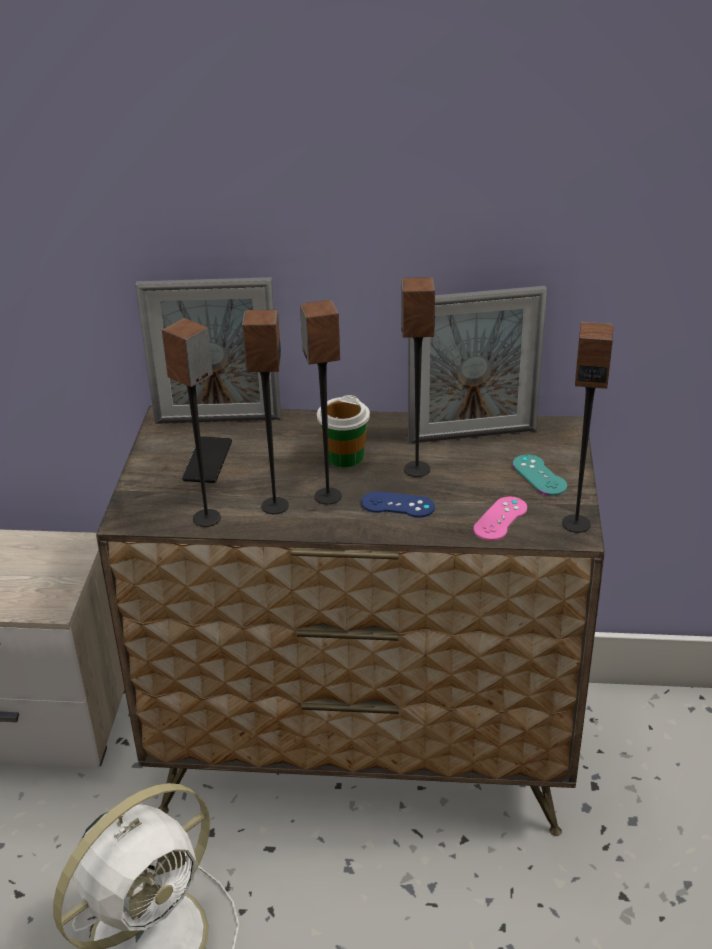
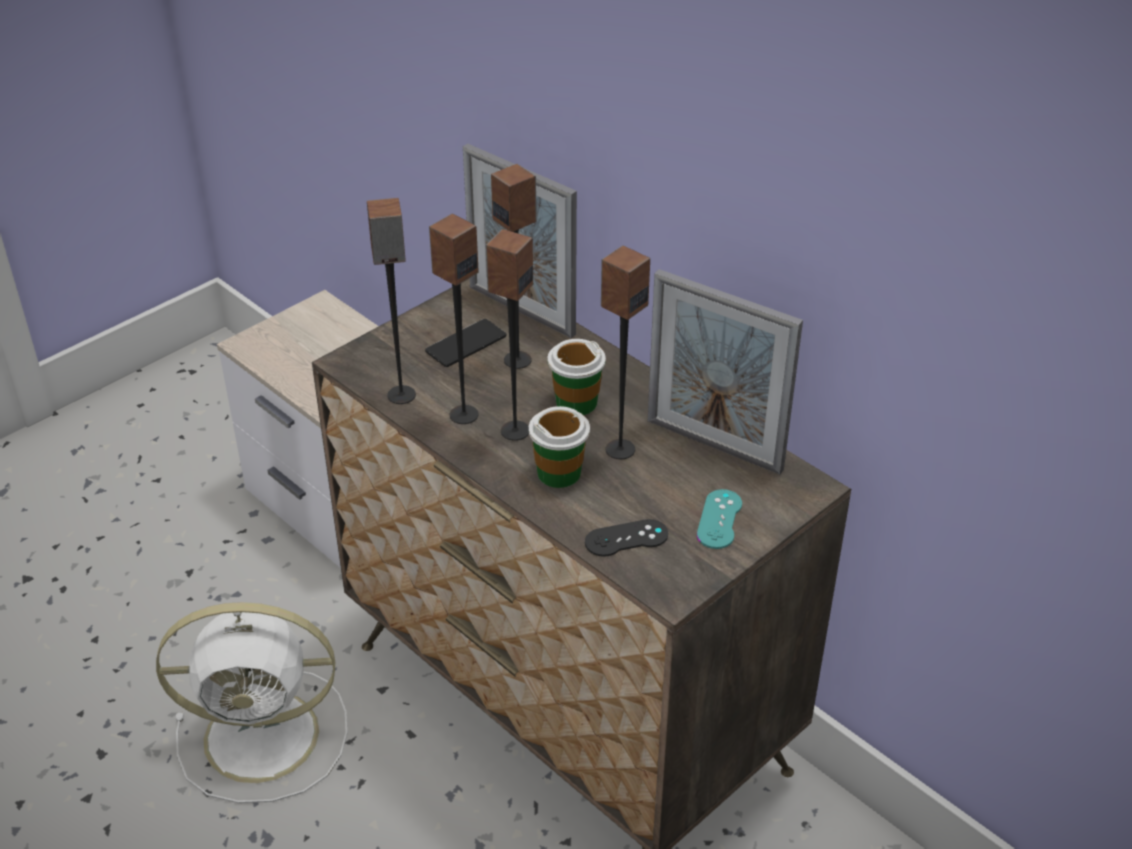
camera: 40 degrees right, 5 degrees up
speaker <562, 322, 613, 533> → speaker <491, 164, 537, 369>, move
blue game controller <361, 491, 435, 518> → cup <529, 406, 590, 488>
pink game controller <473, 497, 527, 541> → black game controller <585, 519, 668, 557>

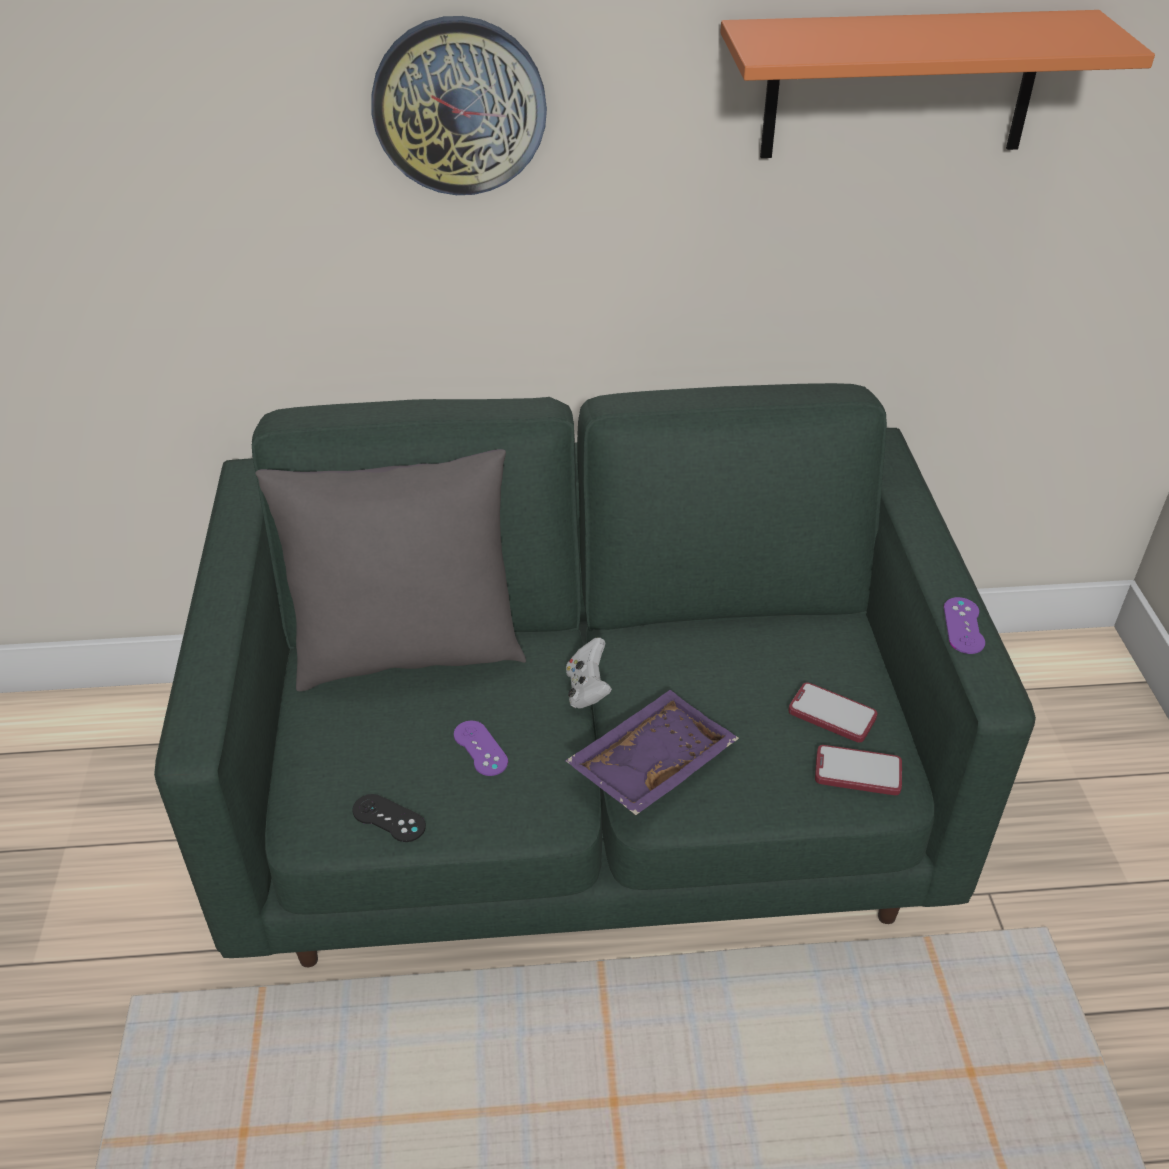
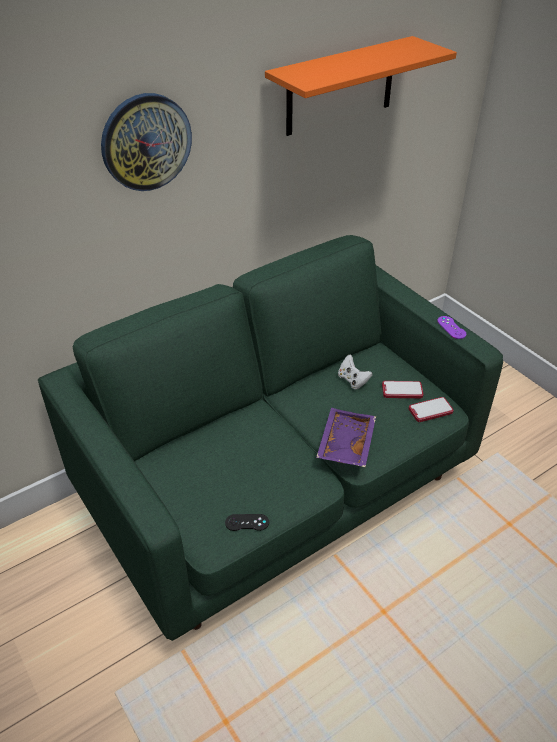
camera: 30 degrees left, 0 degrees up
white game controller <566, 638, 612, 709> → white game controller <338, 354, 373, 389>, move
grey pillow <255, 449, 526, 691> → -
purple game controller <454, 721, 508, 776> → -

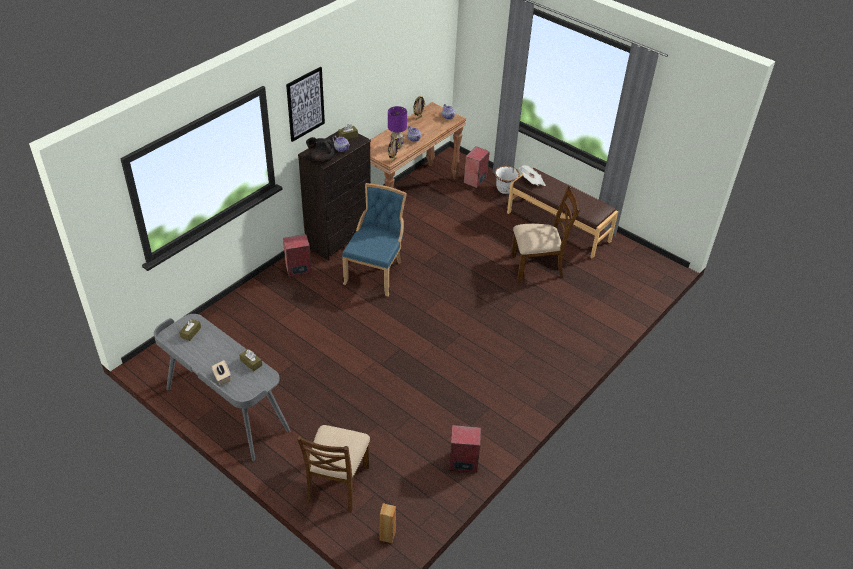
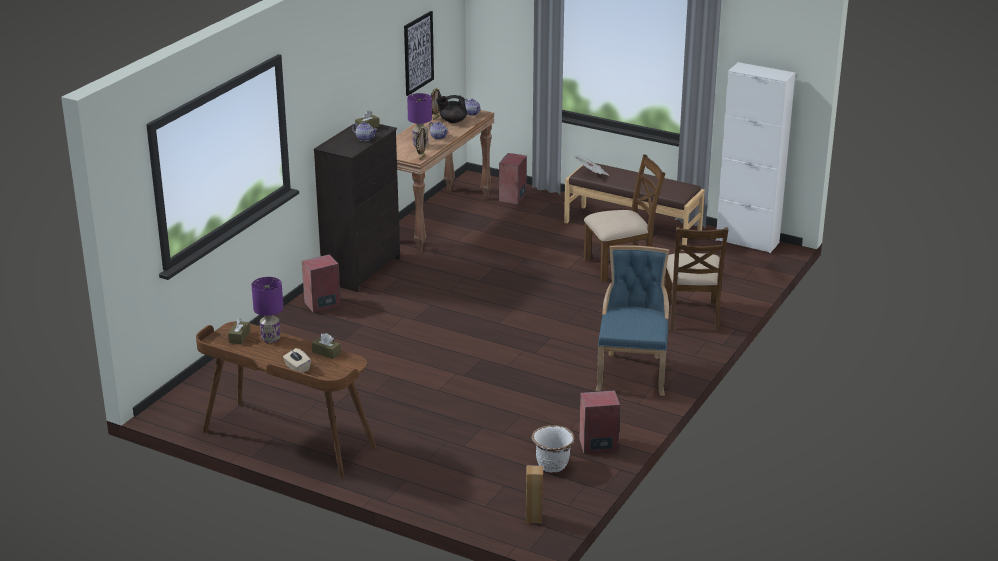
camera: 10 degrees left, 15 degrees down
grey desk <154, 314, 290, 461> → brown desk <196, 321, 377, 479>
- → purple table lamp <251, 277, 284, 343>
picture <286, 67, 325, 142> → picture <404, 11, 434, 96>, move
black teapot <306, 137, 335, 163> → black teapot <436, 95, 467, 123>, move
white planter <495, 166, 520, 194> → white planter <532, 425, 575, 473>, move
blue chair <342, 183, 407, 297> → blue chair <596, 245, 669, 396>, move
brown chair <297, 425, 370, 513> → brown chair <665, 227, 728, 331>, move
- → white cabinet <716, 62, 795, 253>

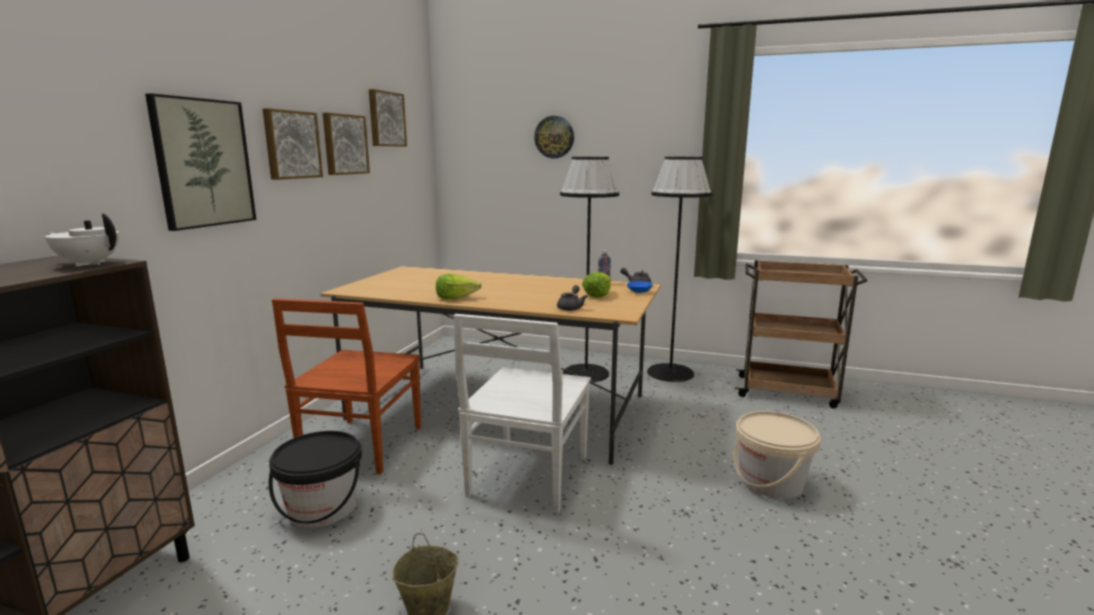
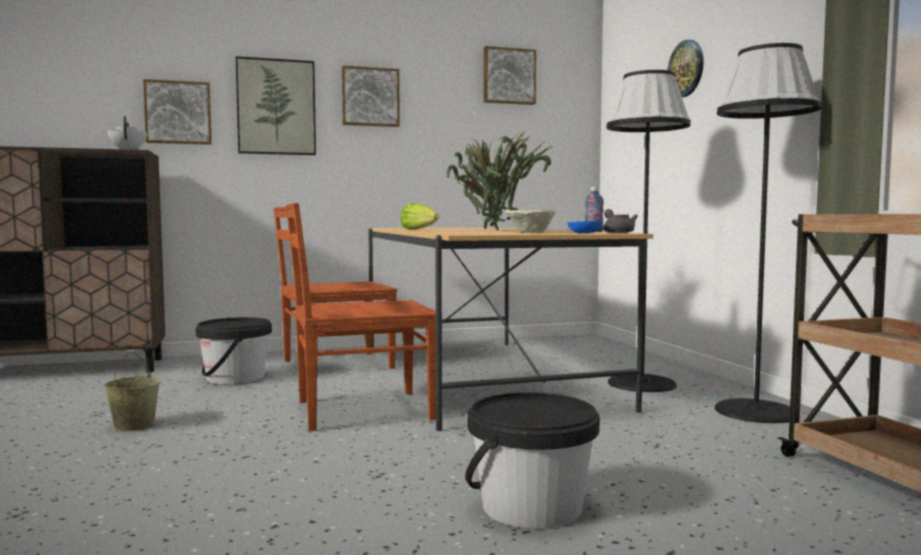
camera: 55 degrees right, 10 degrees down
picture <323, 113, 370, 175> → picture <143, 79, 212, 145>, move
white chair <454, 314, 591, 513> → brown chair <286, 203, 436, 431>
- → potted plant <447, 130, 554, 230>
beige bucket <733, 411, 821, 499> → black bucket <465, 392, 600, 529>
lettuce <582, 272, 611, 298> → beige bowl <505, 209, 556, 233>
grey teapot <557, 285, 588, 311> → -

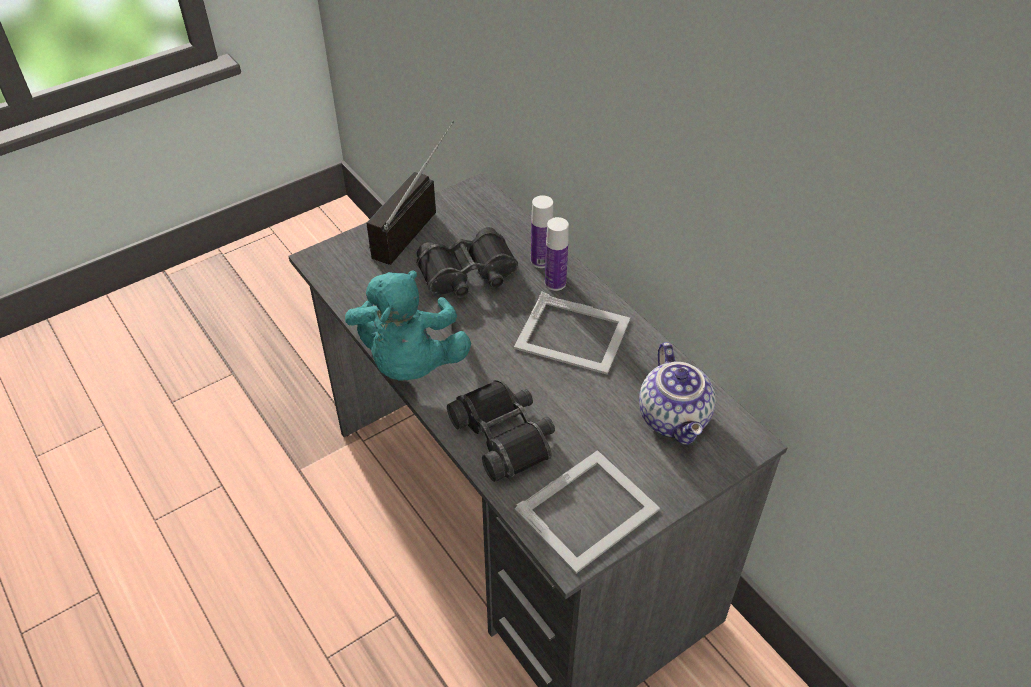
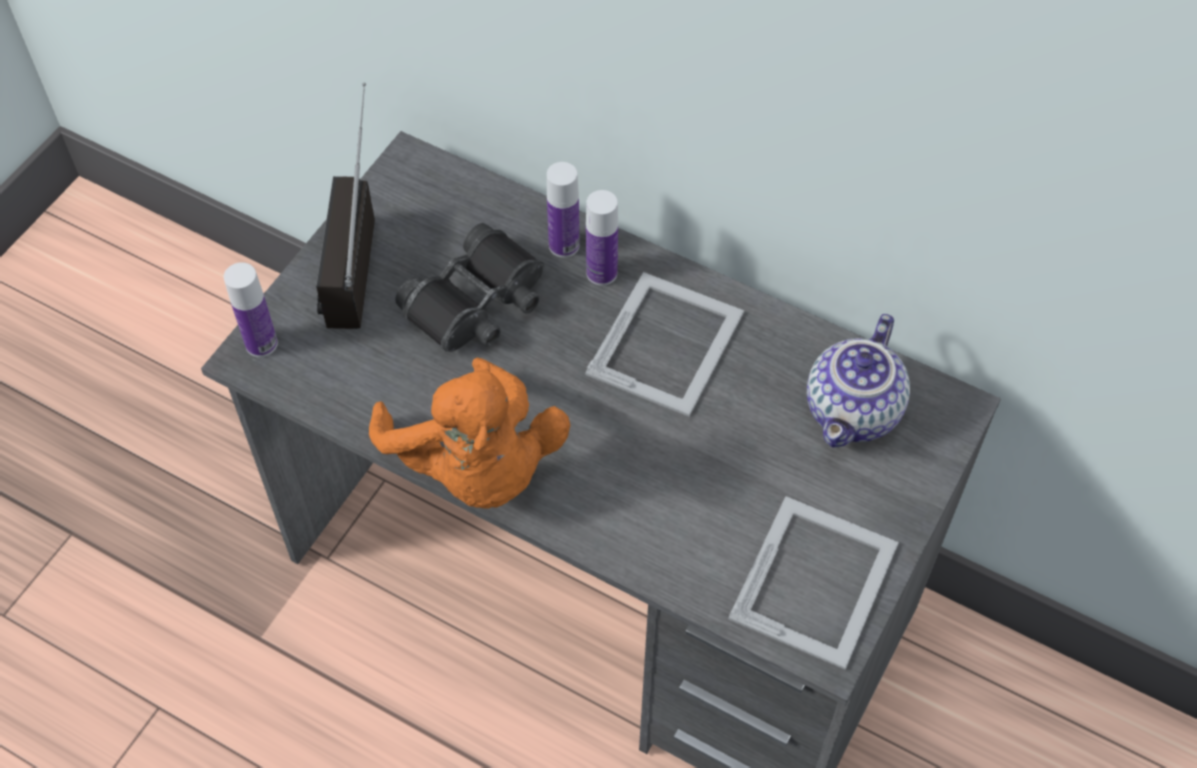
camera: 25 degrees left, 10 degrees up
- → bottle <224, 262, 278, 357>
turquoise plush toy <345, 270, 471, 381> → orange plush toy <369, 358, 570, 509>
picture frame <514, 291, 630, 375> → picture frame <585, 272, 744, 417>, 60 degrees counterclockwise
teapot <639, 342, 716, 445> → teapot <807, 314, 910, 448>, 60 degrees clockwise
black binoculars <447, 379, 555, 482> → -

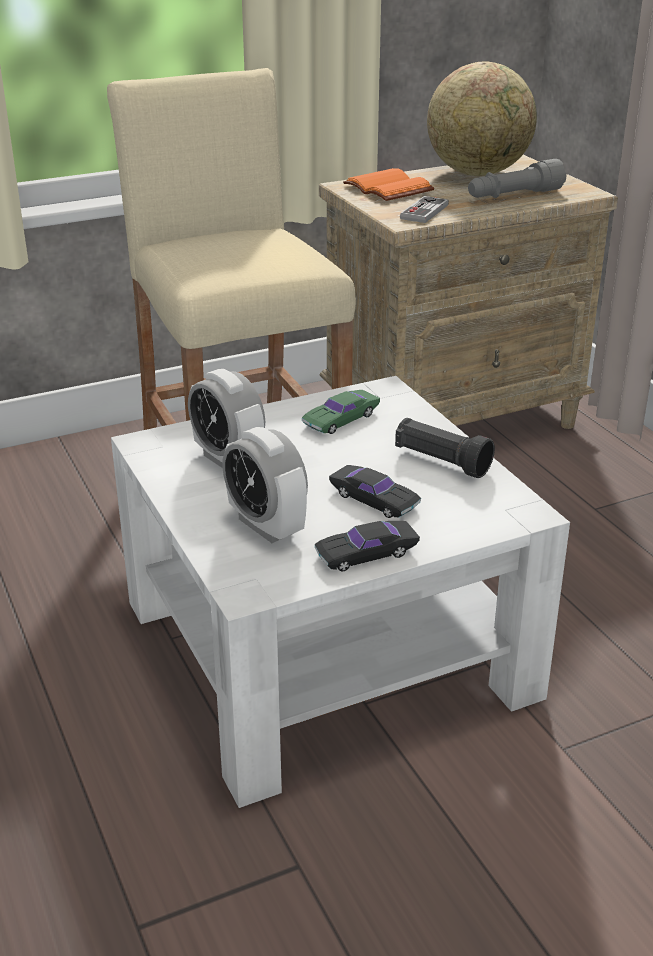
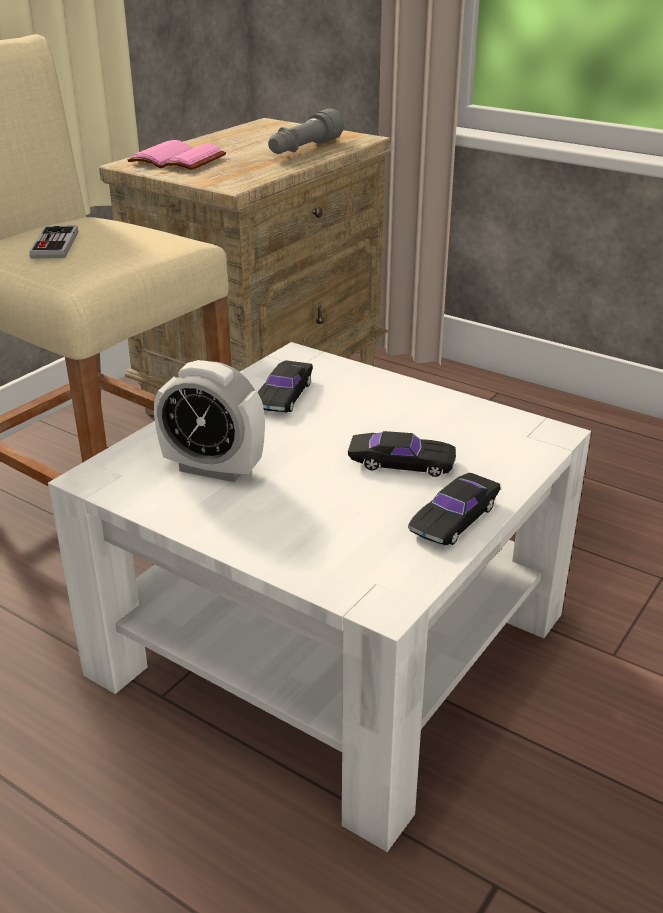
camera: 30 degrees left, 0 degrees up
game controller <400, 196, 449, 223> → game controller <29, 226, 78, 259>, move
orange book <343, 168, 435, 201> → pink book <128, 140, 226, 170>
green toy car <302, 390, 380, 434> → black toy car <258, 360, 313, 413>
alarm clock <222, 427, 308, 543> → -
black flashlight <395, 418, 495, 478> → -
globe <427, 61, 537, 176> → -

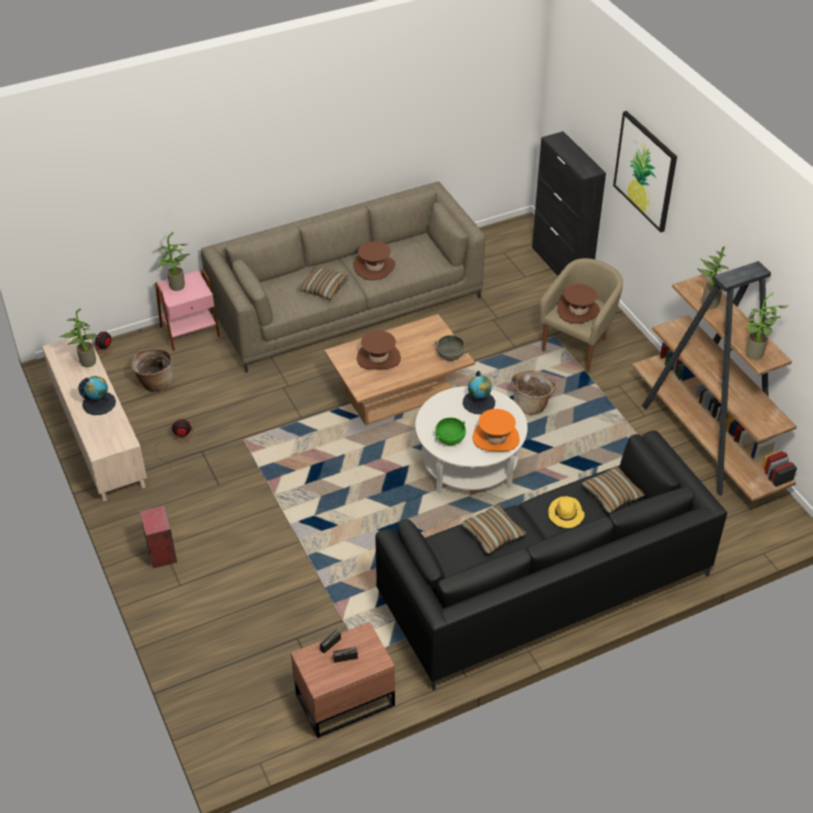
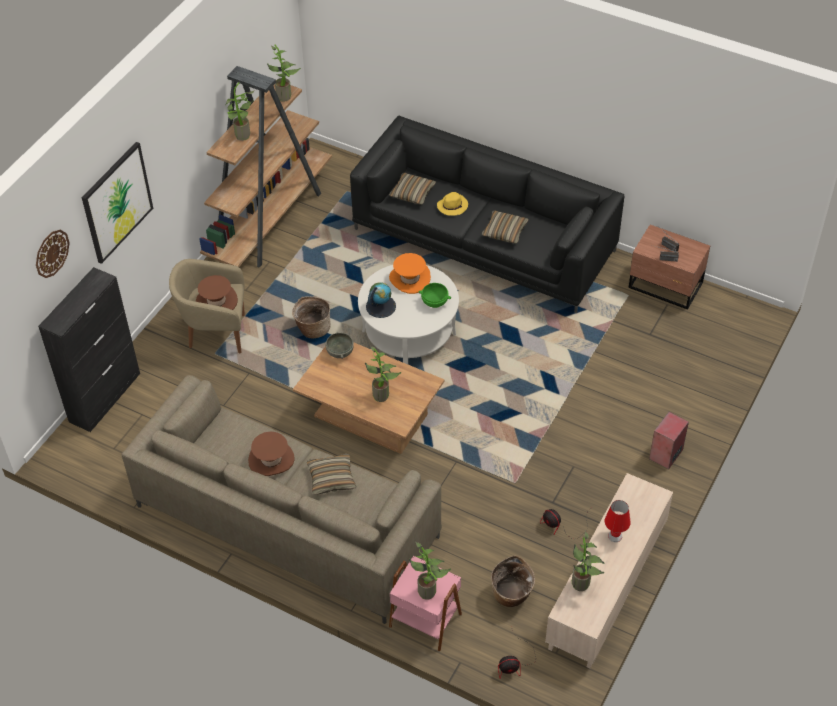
camera: 125 degrees left, 5 degrees up
- → wall clock <36, 230, 70, 278>
brown hat <357, 330, 401, 370> → potted plant <365, 346, 401, 402>
globe <78, 376, 116, 415> → red table lamp <605, 500, 630, 542>

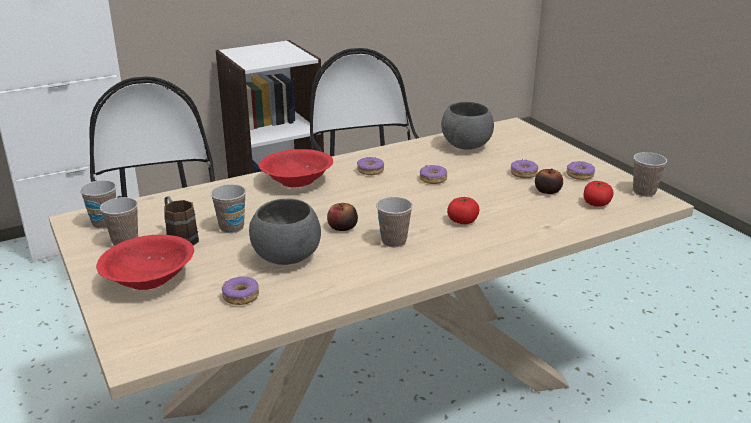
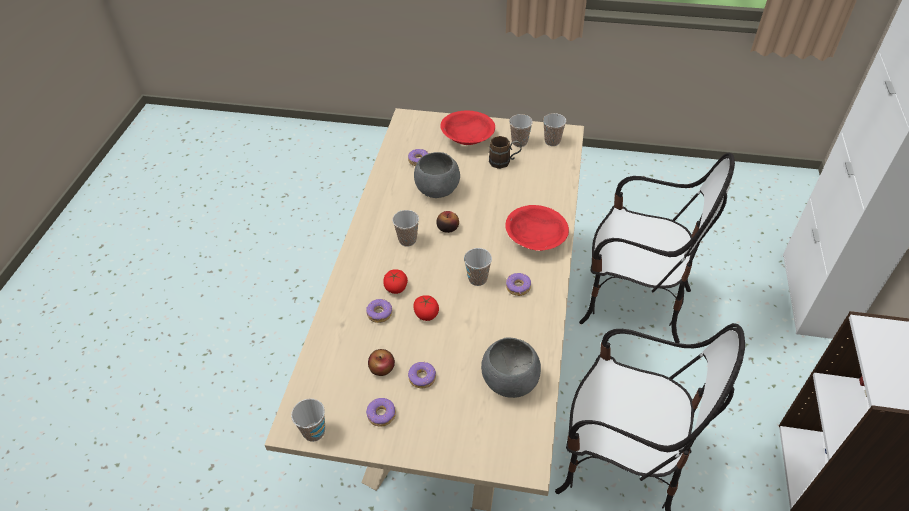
camera: 130 degrees right, 20 degrees up
donut <420, 165, 447, 184> → donut <366, 299, 392, 323>, move
tomato <583, 181, 614, 207> → tomato <413, 295, 439, 321>, move
cup <210, 184, 246, 233> → cup <464, 248, 492, 286>, move

